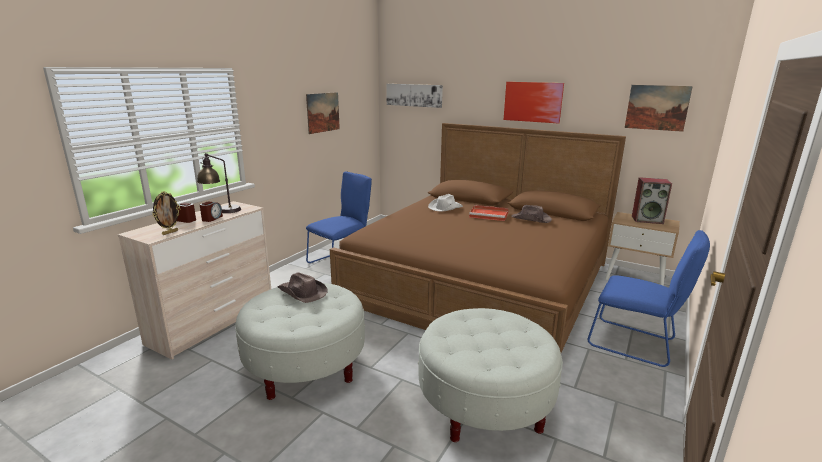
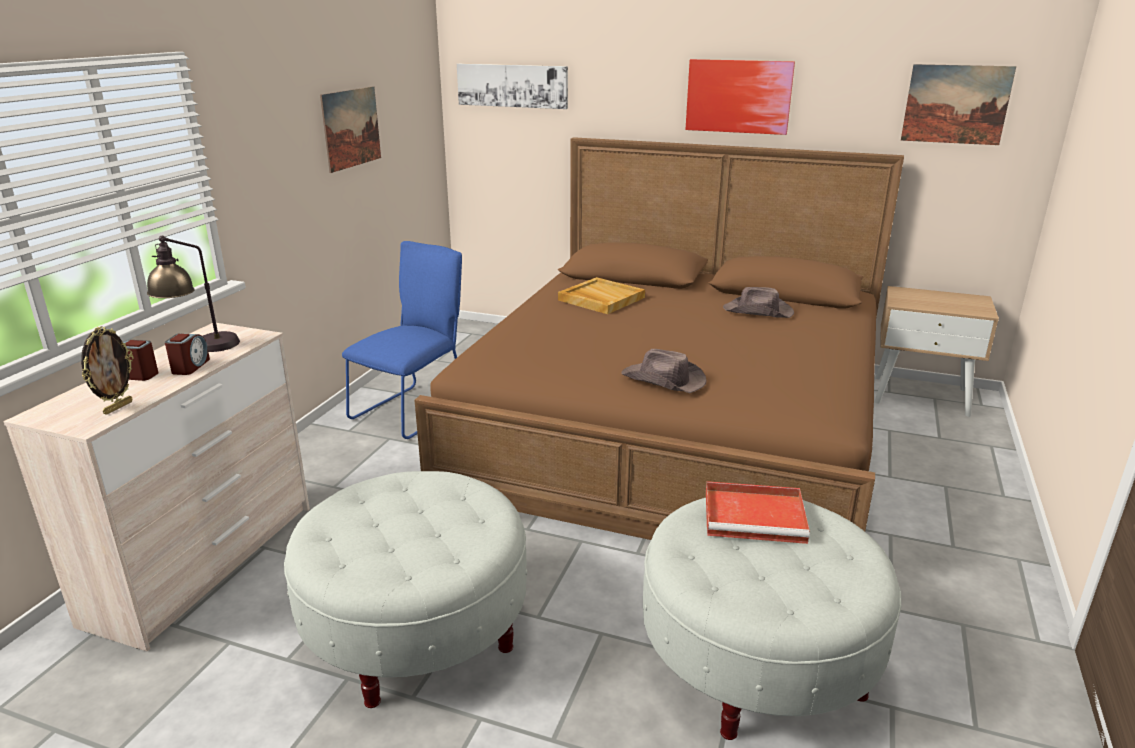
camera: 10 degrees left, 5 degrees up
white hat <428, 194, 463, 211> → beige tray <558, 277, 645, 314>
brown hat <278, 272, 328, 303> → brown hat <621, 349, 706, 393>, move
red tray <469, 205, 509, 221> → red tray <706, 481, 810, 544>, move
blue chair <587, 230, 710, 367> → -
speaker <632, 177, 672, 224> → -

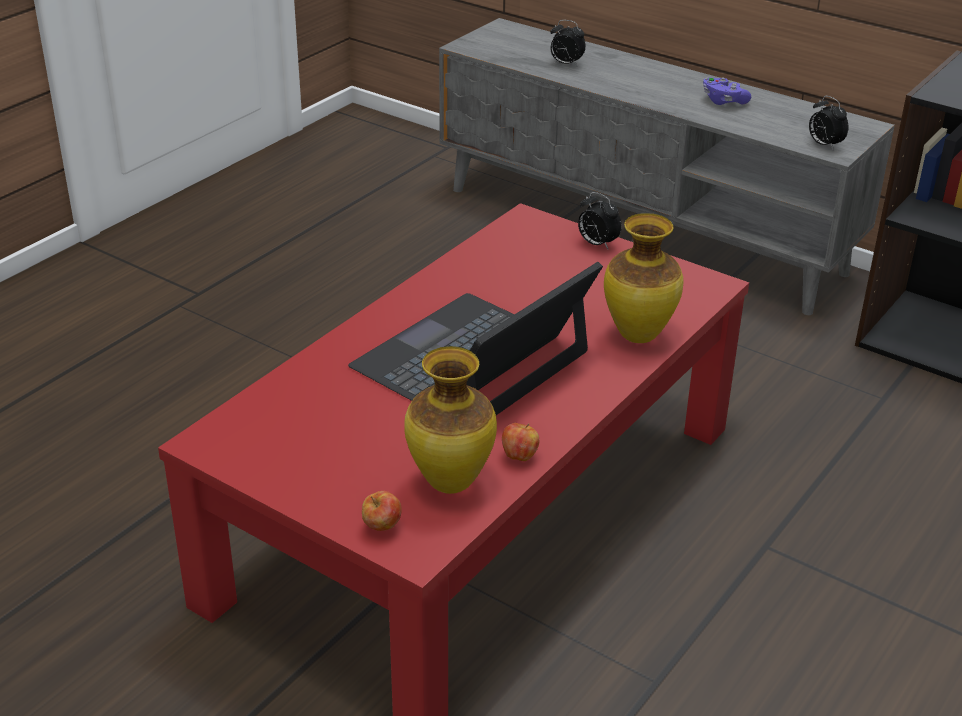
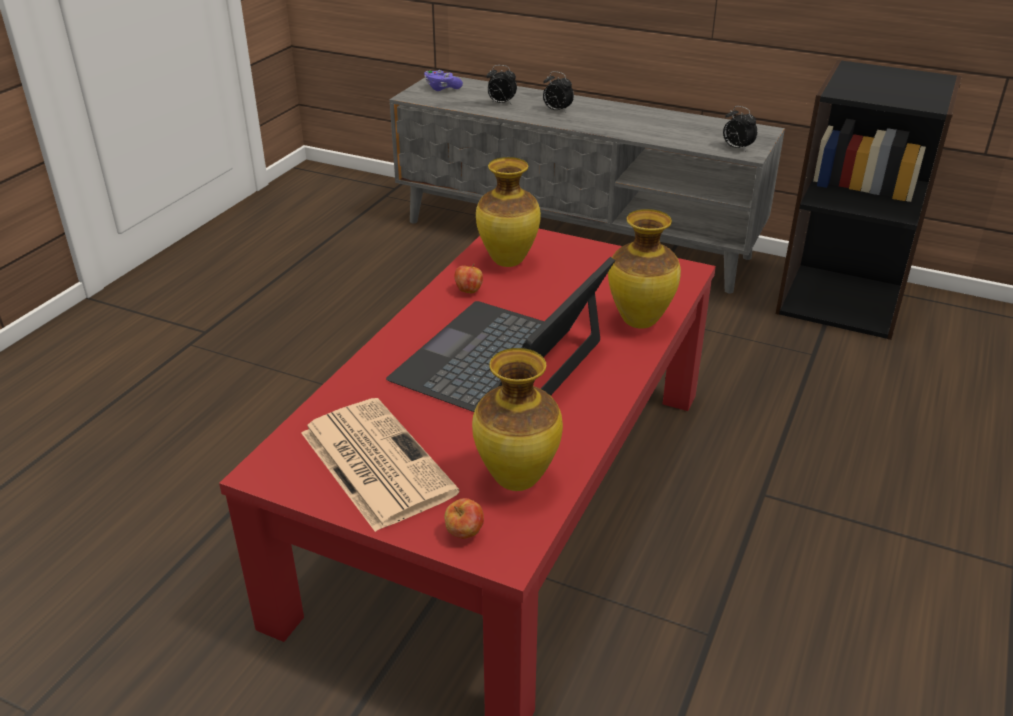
camera: 10 degrees left, 0 degrees up
- → newspaper <301, 398, 460, 532>
purple game controller <703, 78, 751, 105> → purple game controller <424, 70, 463, 91>, move
apple <502, 423, 539, 461> → apple <454, 264, 483, 294>, move
- → vase <476, 157, 541, 267>
alarm clock <578, 192, 622, 249> → alarm clock <543, 71, 574, 113>, move

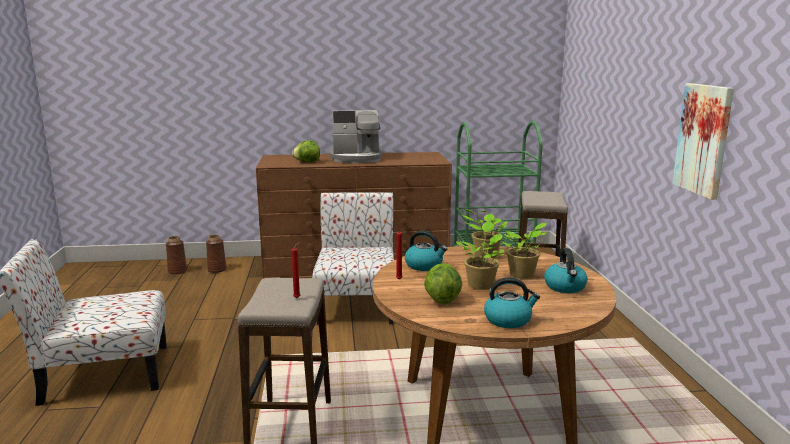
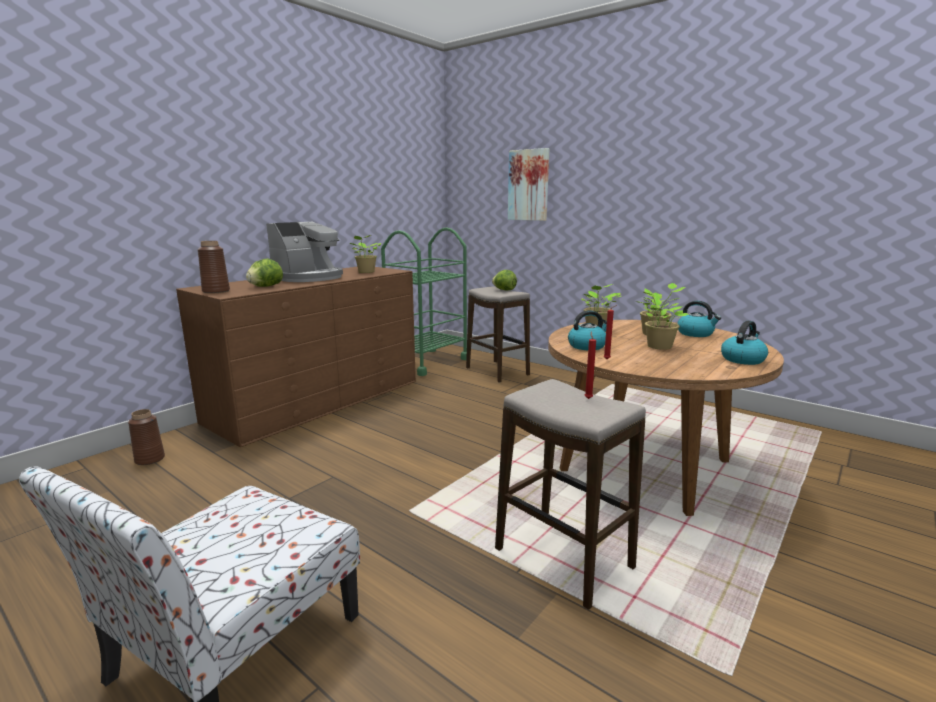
camera: 45 degrees left, 0 degrees up
brown vase <166, 236, 187, 275> → brown vase <197, 241, 230, 293>, move
- → potted plant <350, 235, 381, 273>
lettuce <424, 263, 462, 304> → lettuce <492, 270, 517, 290>, move
picture <672, 83, 734, 200> → picture <508, 148, 549, 221>, move
chair <312, 192, 394, 325> → -

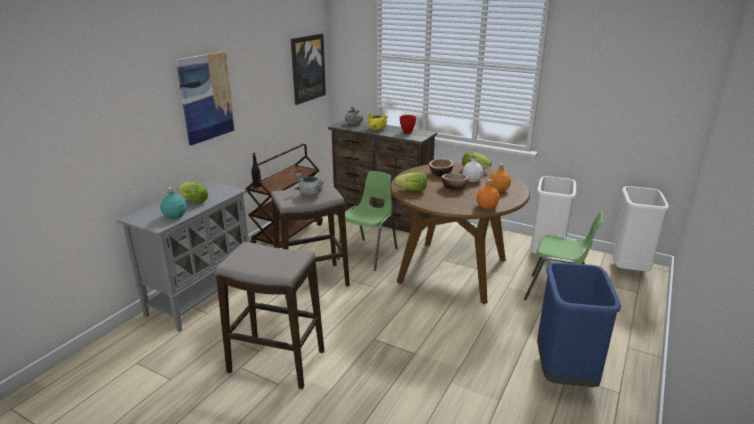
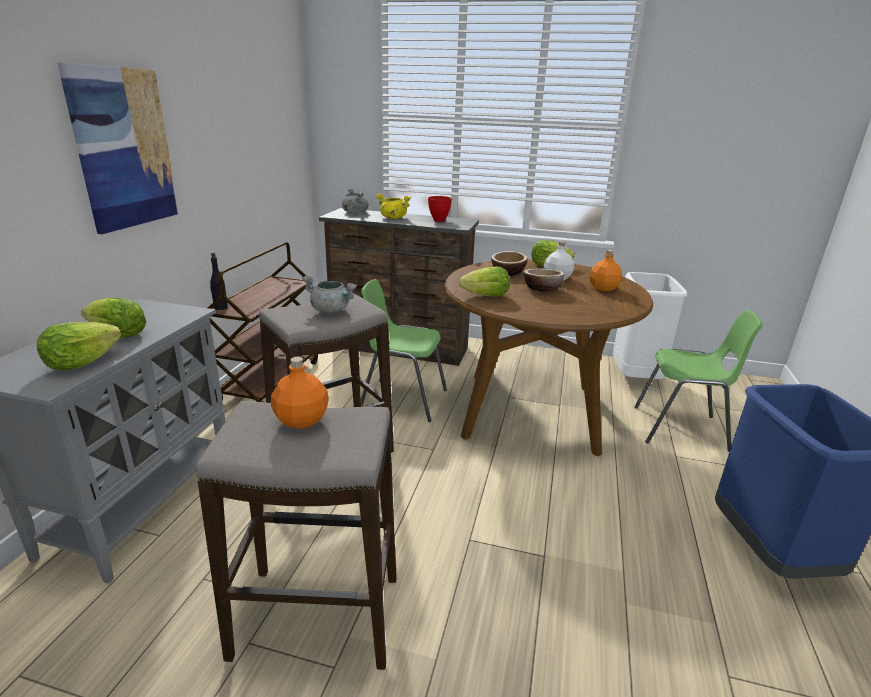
camera: 15 degrees left, 0 degrees up
turquoise bottle <160, 187, 187, 219> → lettuce <37, 322, 121, 371>
orange bottle <476, 179, 499, 209> → orange bottle <271, 357, 329, 429>, move
green chair <337, 171, 397, 271> → green chair <361, 279, 447, 422>, 90 degrees counterclockwise
picture <291, 33, 326, 105> → -
white trash can <611, 186, 669, 272> → -

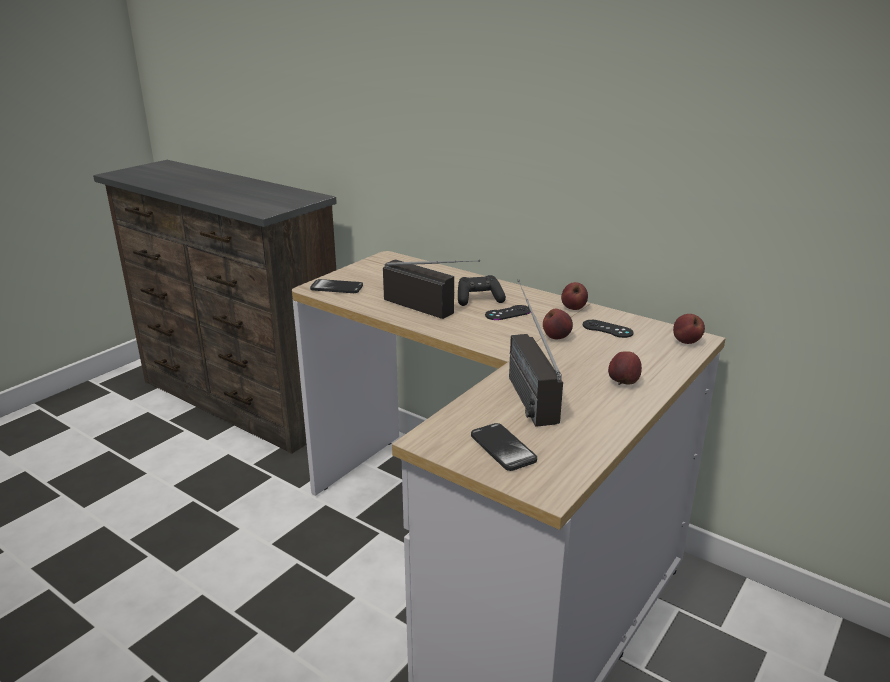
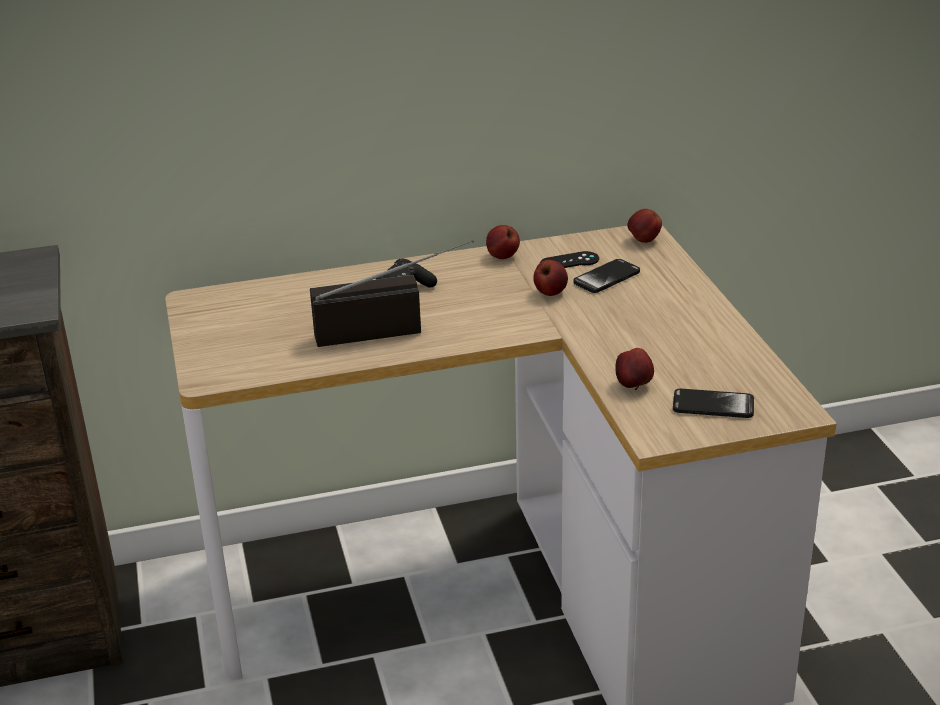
camera: 50 degrees left, 5 degrees up
phone <310, 279, 363, 293> → phone <573, 259, 640, 293>, move
apple <608, 351, 642, 385> → apple <615, 348, 654, 390>, move
black game controller <485, 305, 531, 320> → -
radio <509, 279, 563, 427> → -

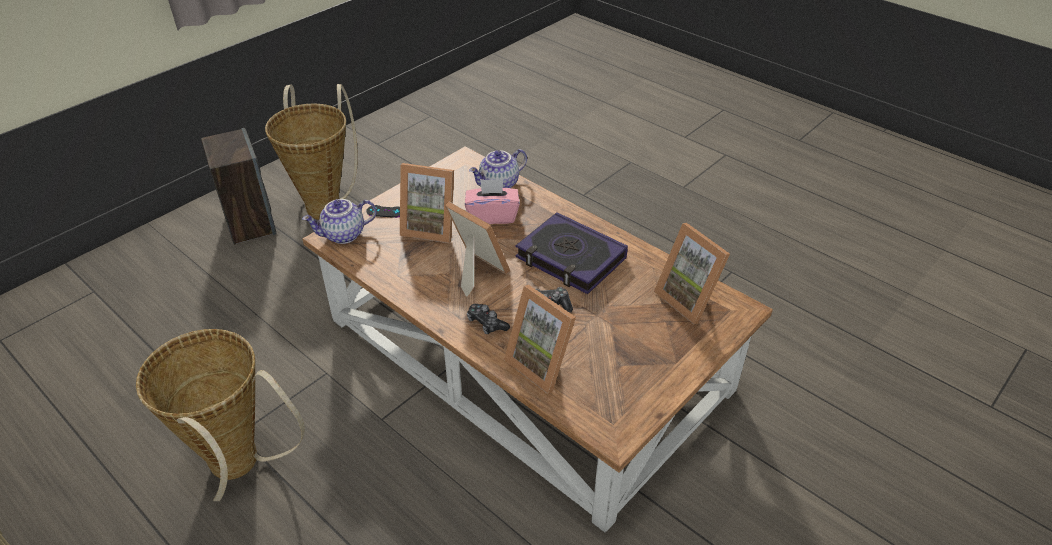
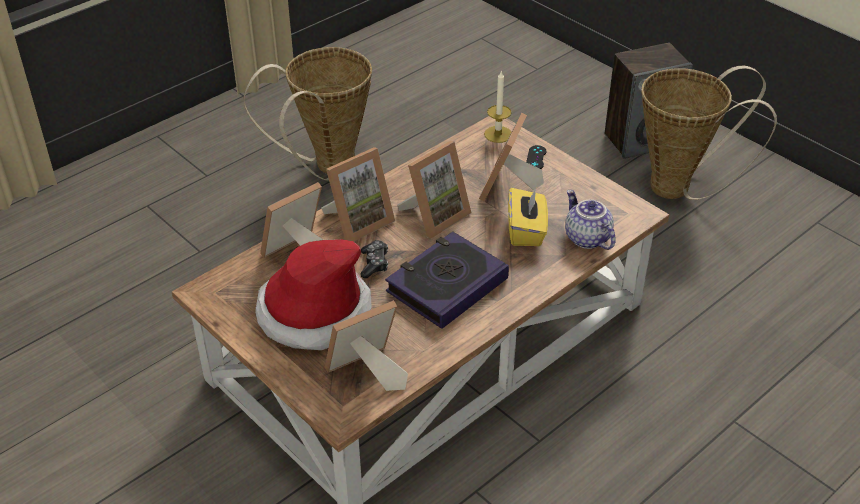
camera: 95 degrees right, 0 degrees up
- → hat <255, 239, 372, 350>
game controller <467, 304, 510, 334> → picture frame <321, 147, 395, 242>
teapot <302, 199, 377, 244> → candle <484, 71, 511, 143>
pink tissue box <465, 179, 520, 224> → yellow tissue box <508, 188, 548, 246>

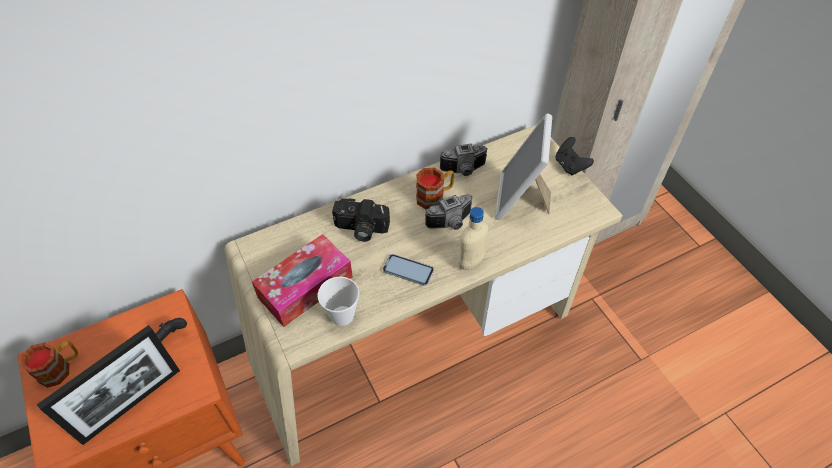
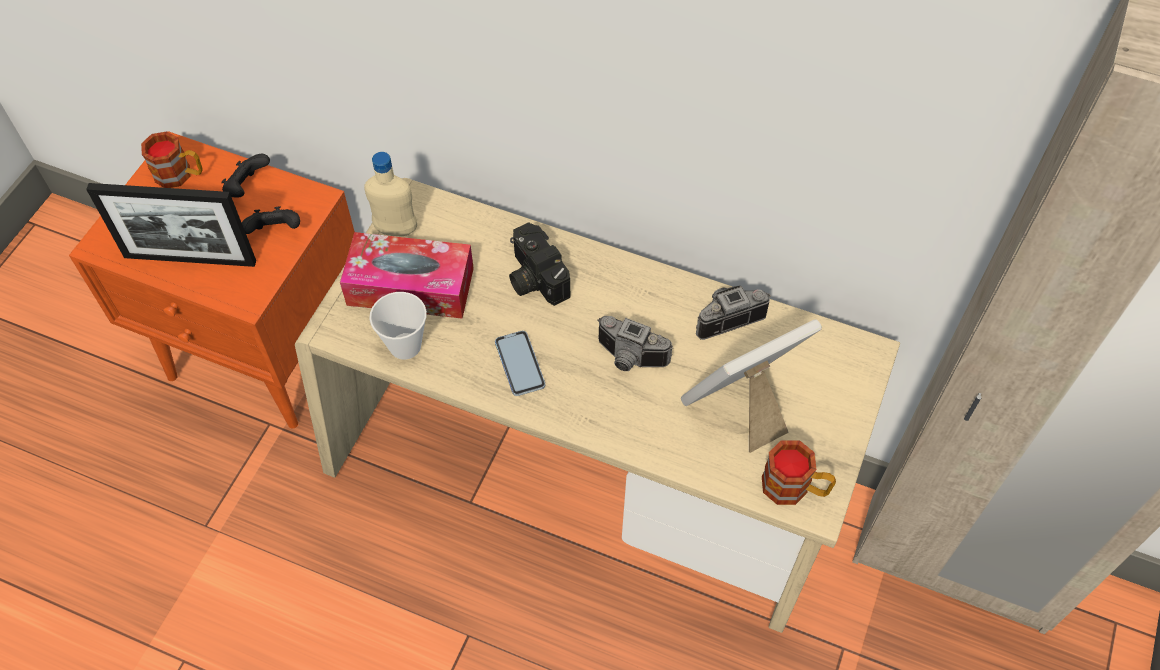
camera: 50 degrees right, 5 degrees up
black game controller <555, 137, 594, 175> → black game controller <221, 154, 270, 198>, move
beige bottle <458, 207, 488, 270> → beige bottle <364, 152, 417, 236>, move
photo camera <440, 144, 488, 176> → photo camera <696, 285, 771, 340>, 120 degrees clockwise
mug <416, 168, 455, 209> → mug <762, 440, 836, 505>, move

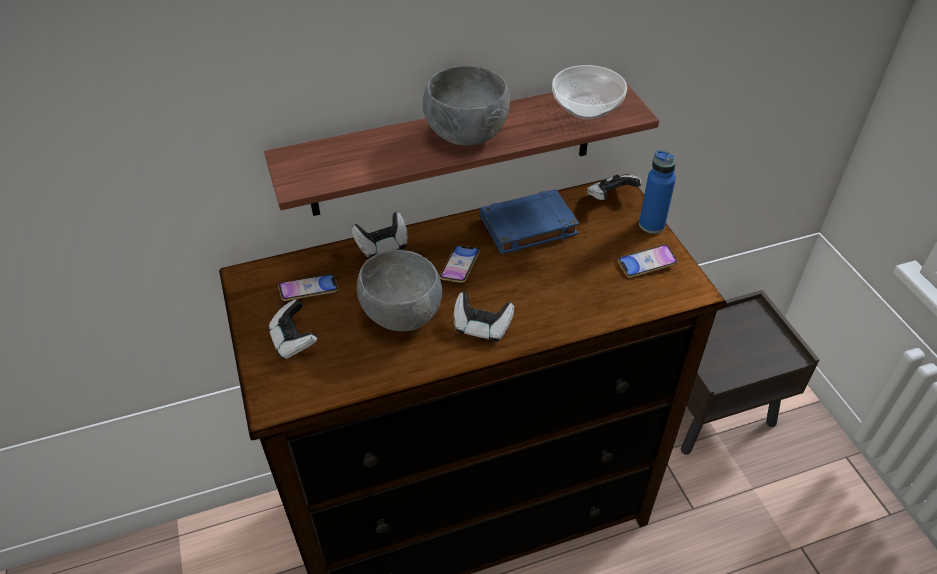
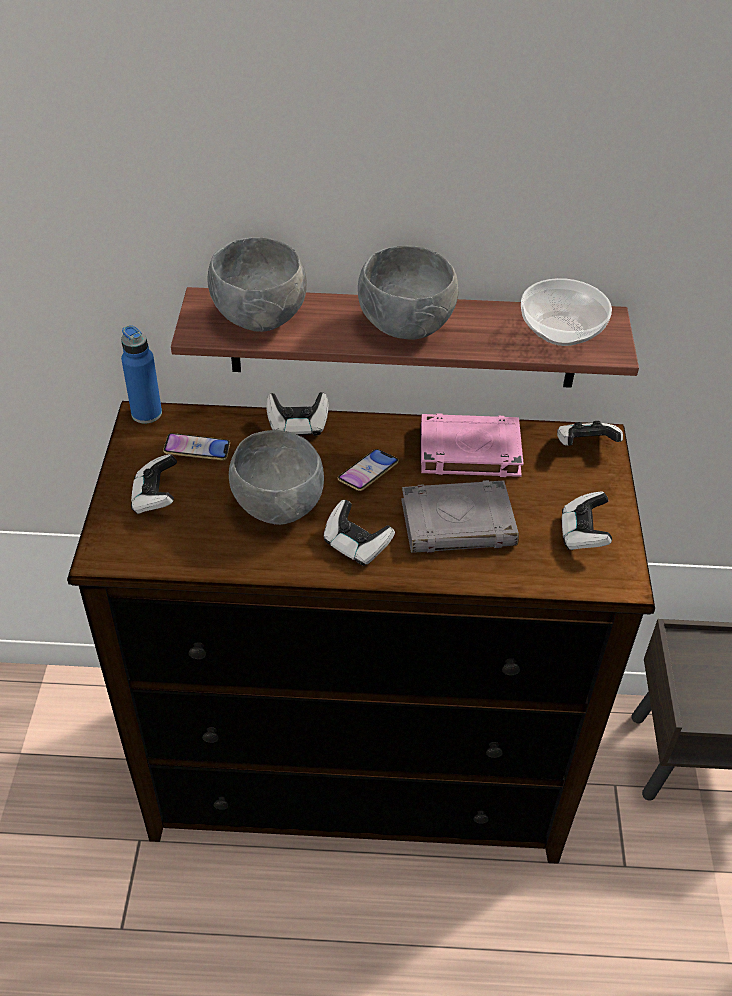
camera: 20 degrees right, 0 degrees up
blue bottle <639, 150, 676, 234> → blue bottle <121, 325, 162, 424>, move
- → grey bowl <208, 237, 307, 332>
- → grey book <401, 480, 519, 553>
blue book <480, 189, 579, 254> → pink book <421, 413, 524, 477>
phone <618, 244, 678, 278> → game controller <562, 491, 612, 550>

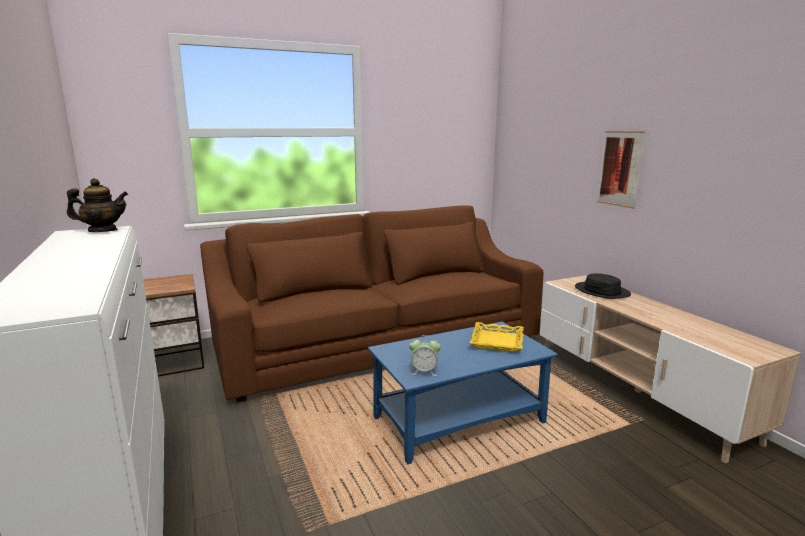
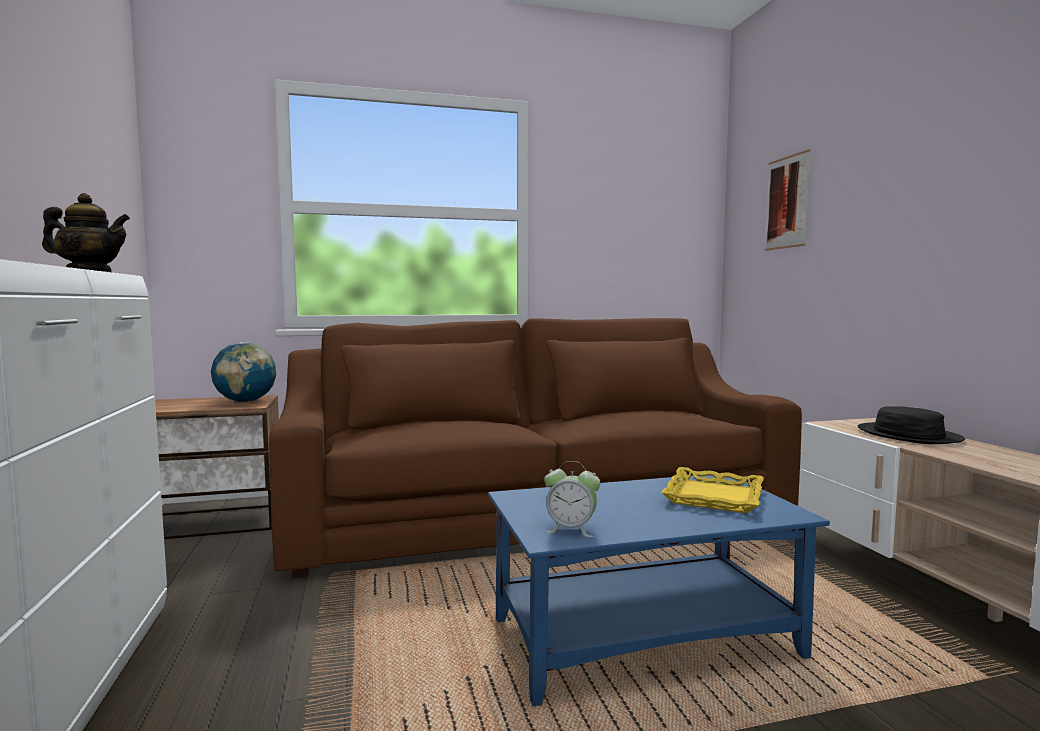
camera: 10 degrees right, 10 degrees down
- → globe <211, 342, 276, 402>
picture <597, 131, 645, 209> → picture <765, 149, 811, 251>, move

